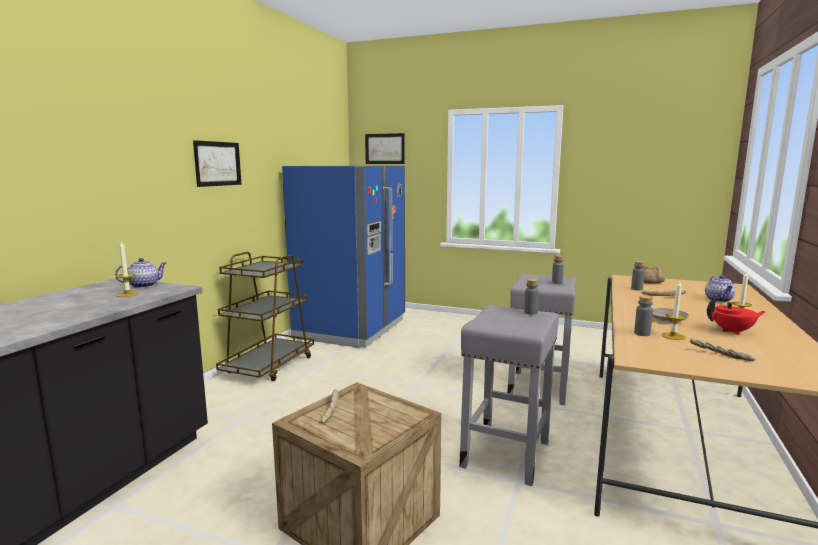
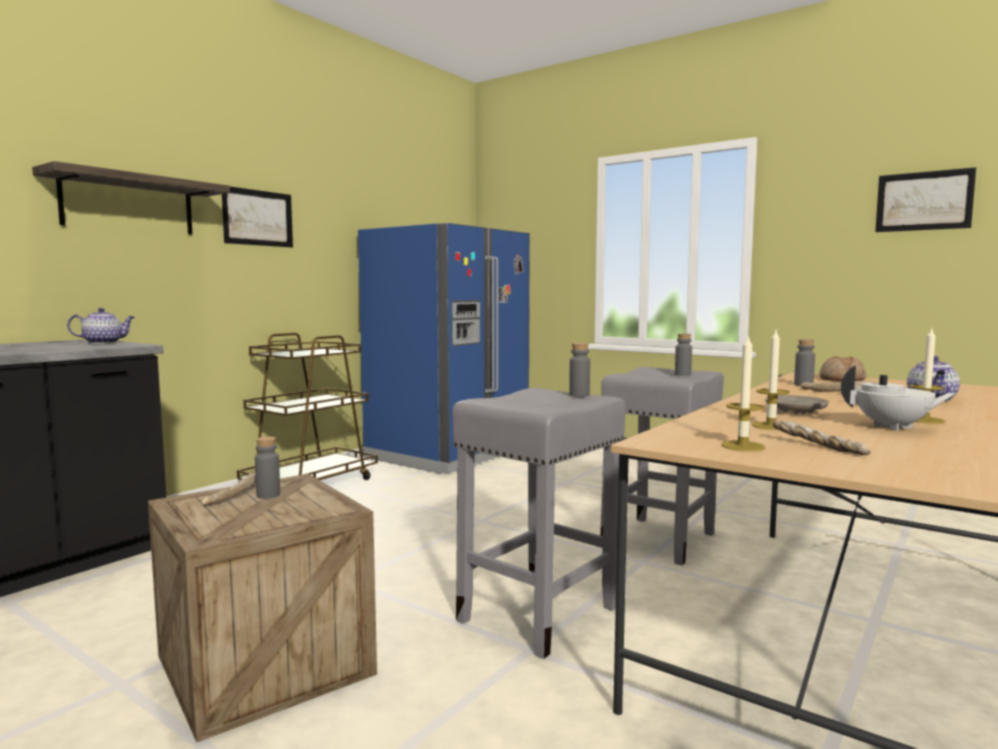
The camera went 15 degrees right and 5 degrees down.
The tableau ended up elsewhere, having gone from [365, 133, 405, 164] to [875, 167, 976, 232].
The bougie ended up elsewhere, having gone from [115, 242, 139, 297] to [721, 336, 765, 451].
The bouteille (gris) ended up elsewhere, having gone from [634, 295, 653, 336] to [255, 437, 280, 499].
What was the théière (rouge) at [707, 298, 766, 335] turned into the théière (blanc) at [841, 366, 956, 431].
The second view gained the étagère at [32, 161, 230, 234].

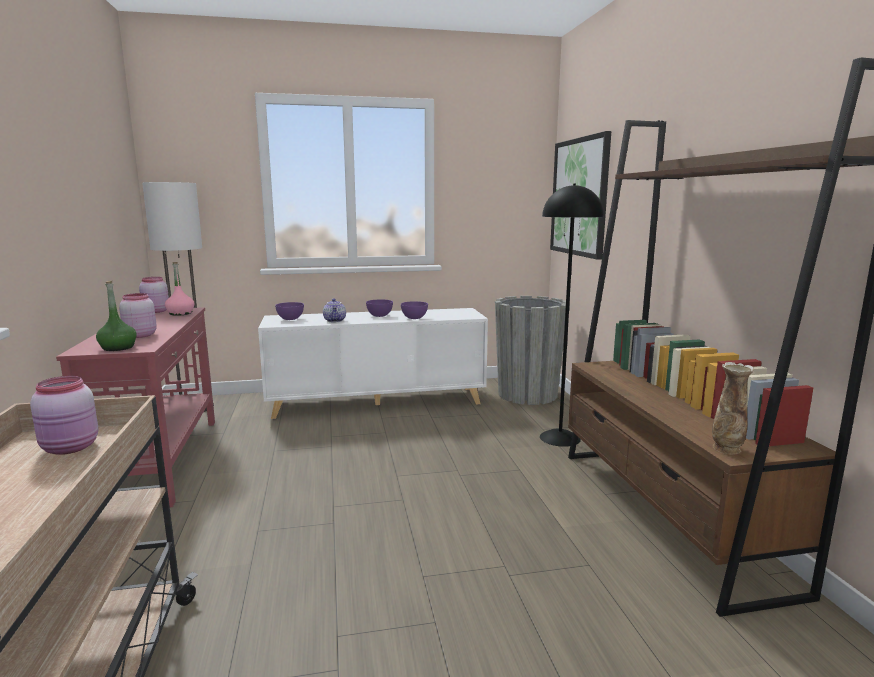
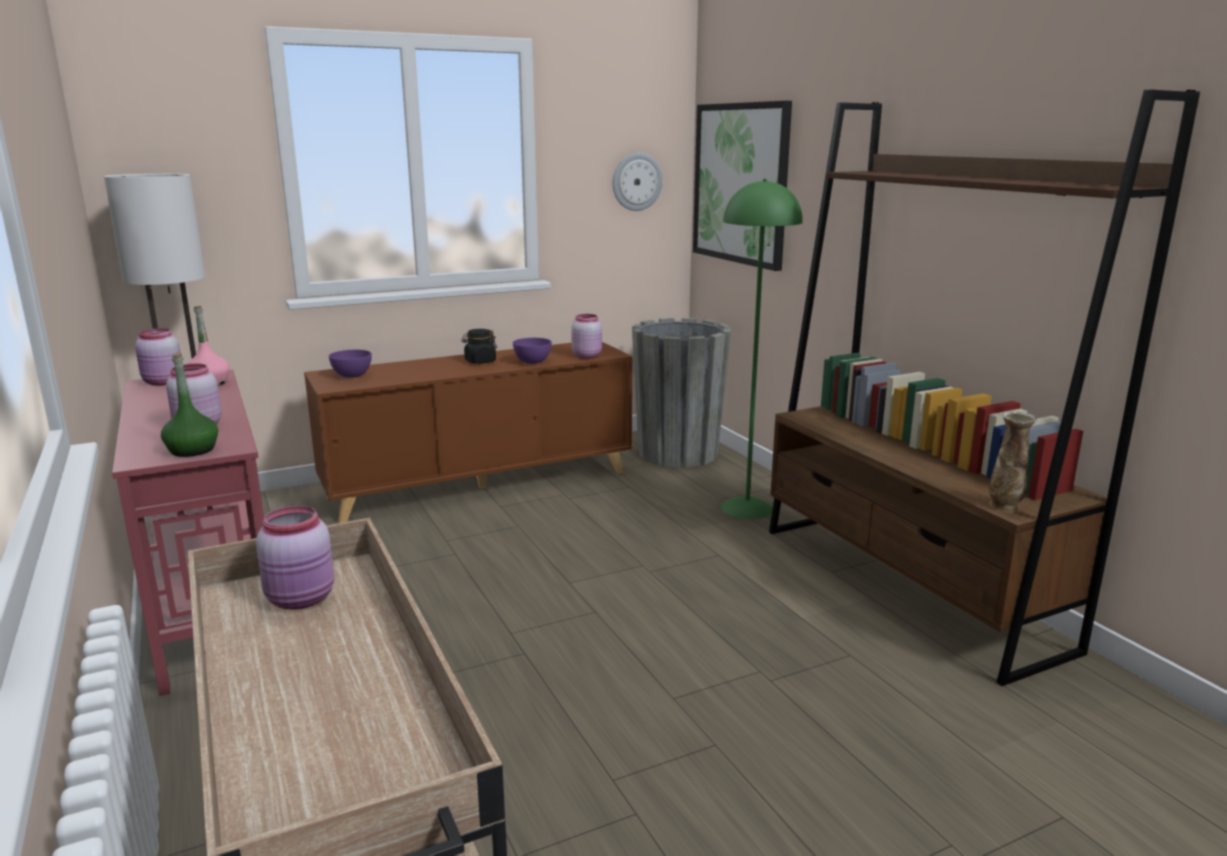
The camera went 15 degrees left and 5 degrees up.
What was the lampadaire (noir) at [540, 184, 604, 447] turned into the lampadaire (vert) at [721, 179, 803, 519].
The second view lost the théière at [323, 298, 346, 322].
Where the bol (violet) stood at [366, 299, 393, 317], the bocal (noir) came to stand at [461, 329, 497, 364].
What was the meuble de rangement (blanc) at [258, 308, 488, 419] turned into the meuble de rangement (marron) at [304, 342, 633, 523].
The second view gained the horloge murale at [612, 153, 663, 211].
The second view gained the bocal (rose) at [571, 314, 602, 358].

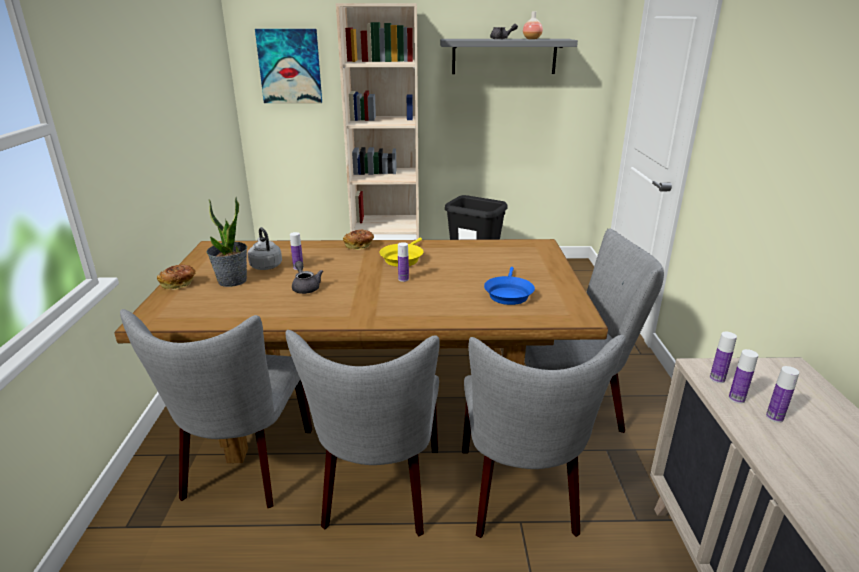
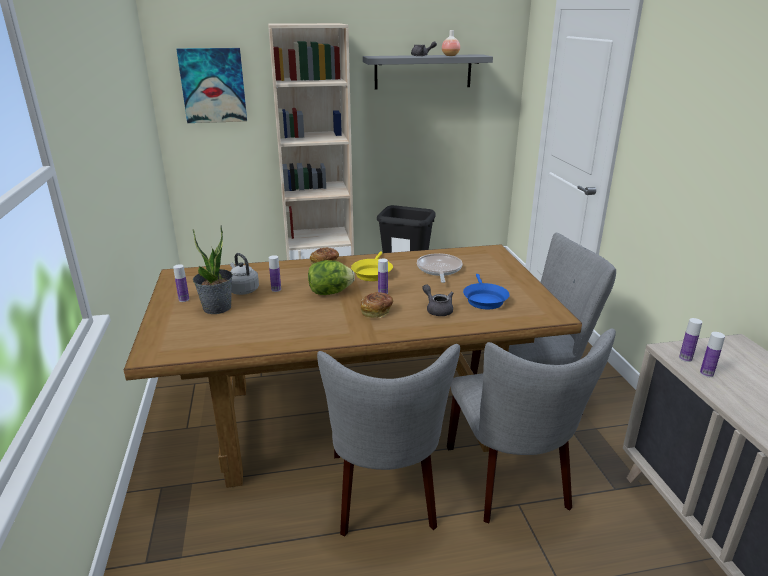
The camera went 10 degrees left and 0 degrees up.
The théière (gris) ended up elsewhere, having gone from [292, 261, 323, 294] to [422, 284, 453, 316].
The pain ended up elsewhere, having gone from [157, 265, 195, 290] to [361, 292, 394, 318].
The second view lost the chaise (gris) at [120, 309, 312, 508].
The bouteille ended up elsewhere, having gone from [766, 366, 799, 423] to [173, 264, 189, 302].
The second view gained the poêle at [417, 253, 462, 283].
The second view gained the laitue at [308, 260, 355, 295].

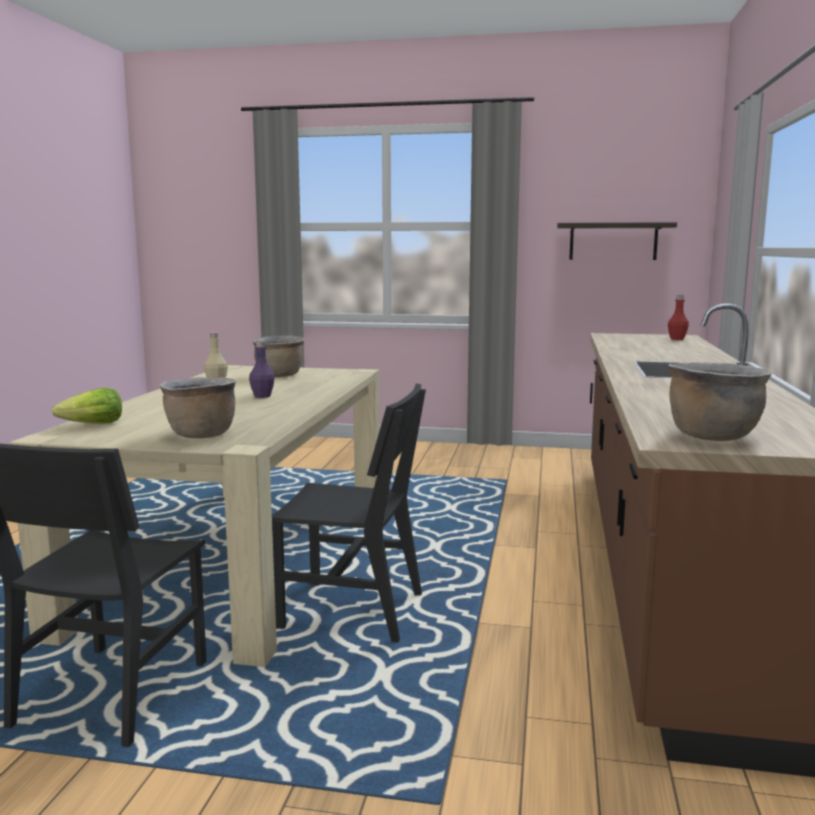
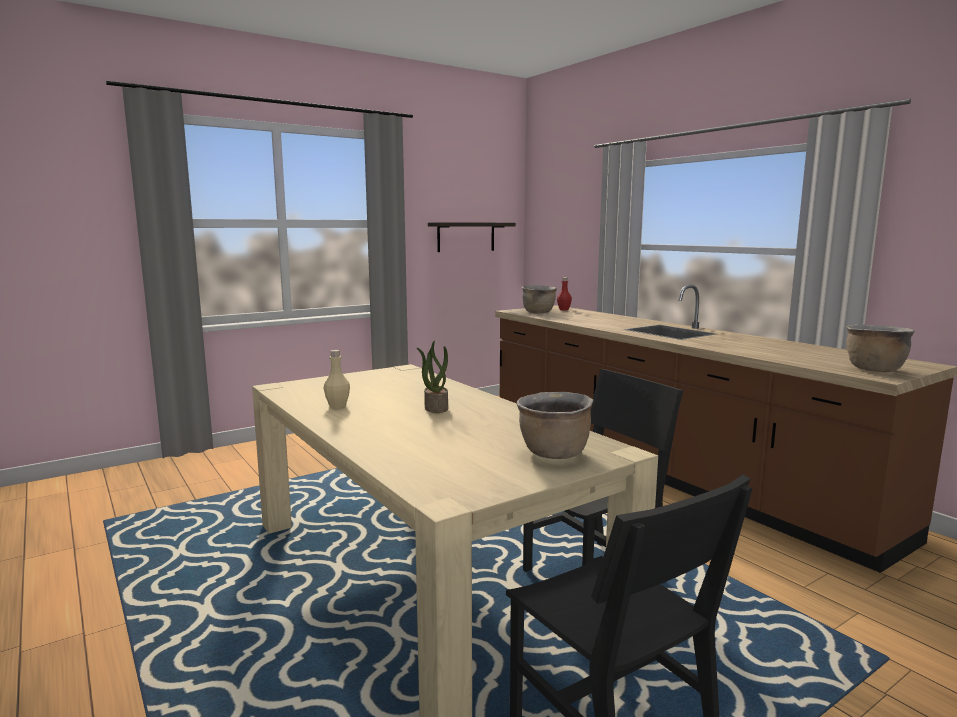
The camera went 45 degrees left and 0 degrees up.
The marmite (marron) ended up elsewhere, having gone from [252, 335, 305, 377] to [522, 285, 557, 314].
Where the bouteille (violet) stood at [249, 341, 275, 398], the plante en pot came to stand at [416, 340, 448, 413].
The second view lost the laitue at [52, 388, 122, 424].

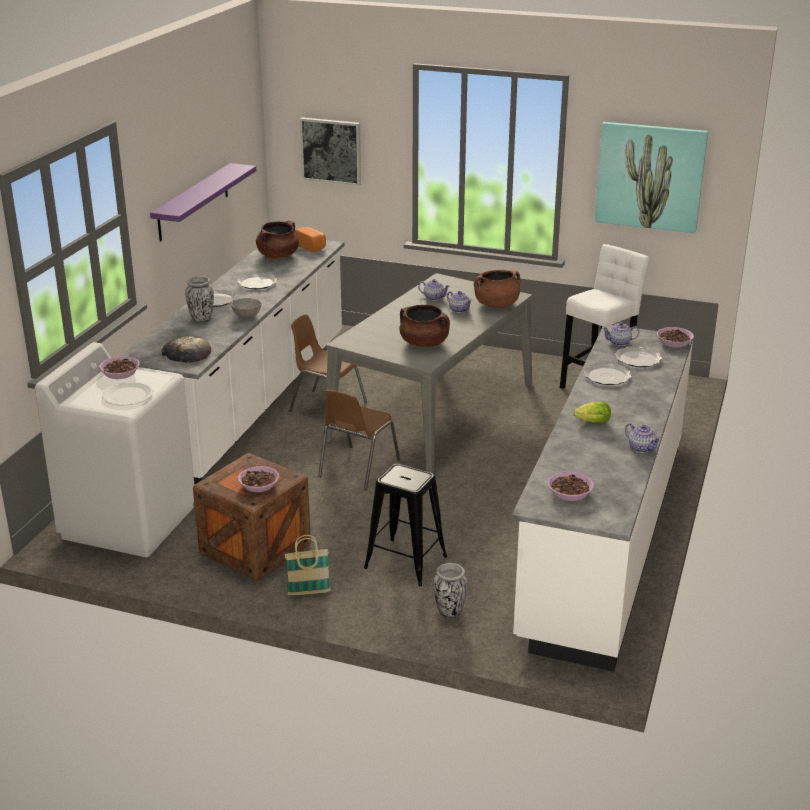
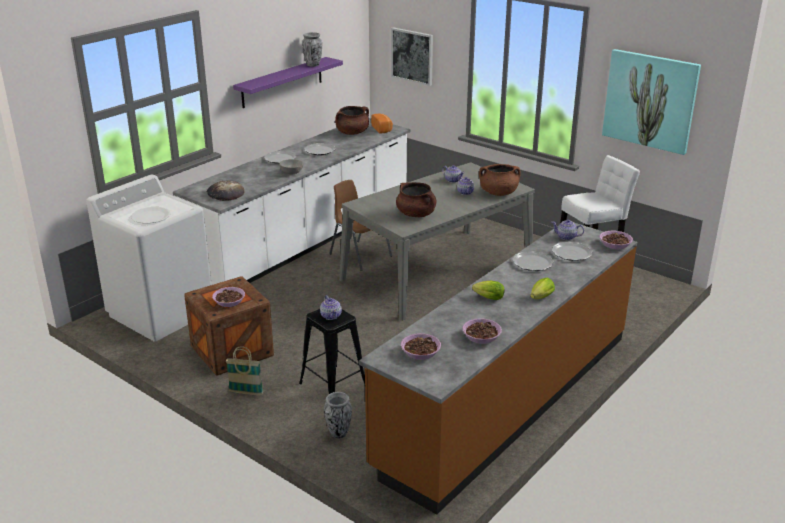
The camera went 20 degrees right and 0 degrees up.
The vase ended up elsewhere, having gone from [185, 276, 214, 323] to [302, 32, 322, 67].
What was the comptoir de cuisine (blanc) at [512, 324, 693, 672] turned into the comptoir de cuisine (marron) at [359, 223, 637, 515].
The bol ended up elsewhere, having gone from [99, 356, 140, 379] to [462, 318, 502, 344].
The second view lost the chaise (marron) at [318, 389, 400, 490].
The théière ended up elsewhere, having gone from [625, 423, 661, 453] to [320, 295, 342, 320].
The second view gained the laitue at [530, 278, 555, 299].

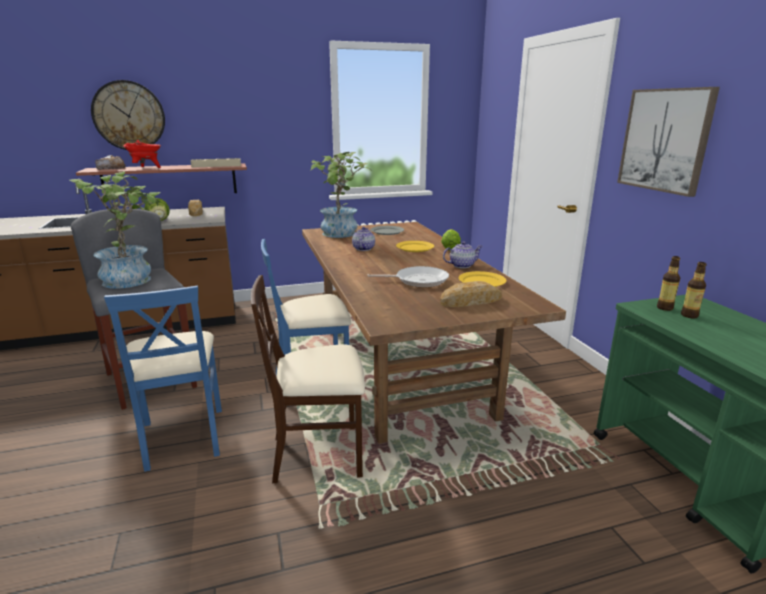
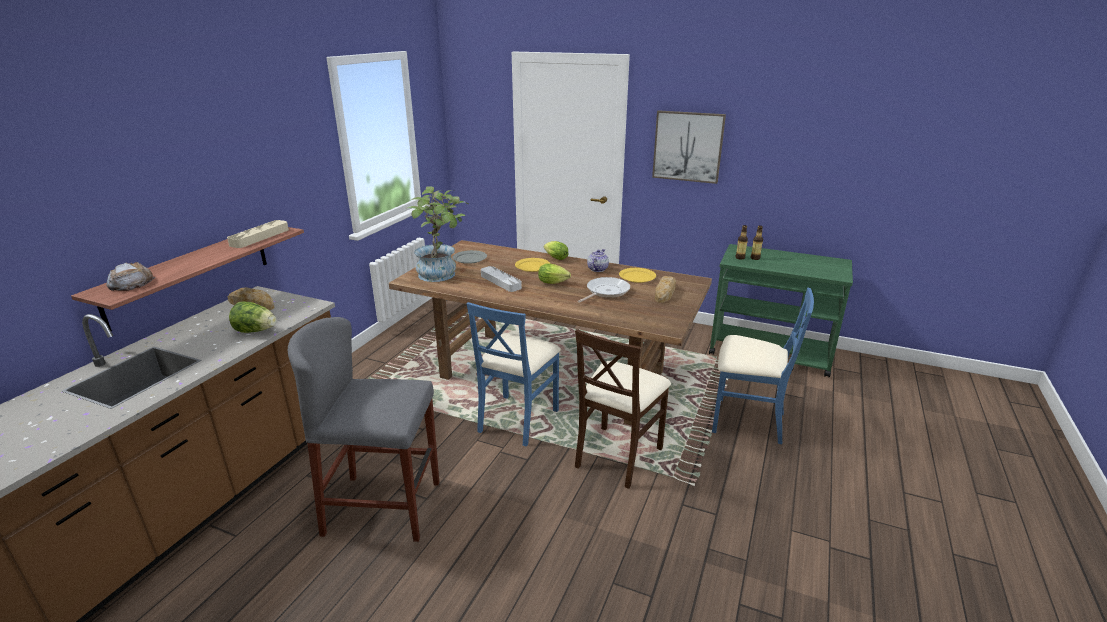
The camera went 50 degrees left and 5 degrees up.
The second view lost the horloge murale at [91, 80, 165, 150].
The second view lost the marmite (rouge) at [123, 140, 161, 168].
The second view lost the plante en pot at [69, 171, 160, 289].
Where the théière stood at [352, 227, 375, 251], the plateau (gris) came to stand at [481, 266, 522, 292].
The chaise (bleu) ended up elsewhere, having gone from [104, 286, 222, 472] to [712, 288, 814, 444].
The second view gained the laitue at [538, 263, 571, 284].

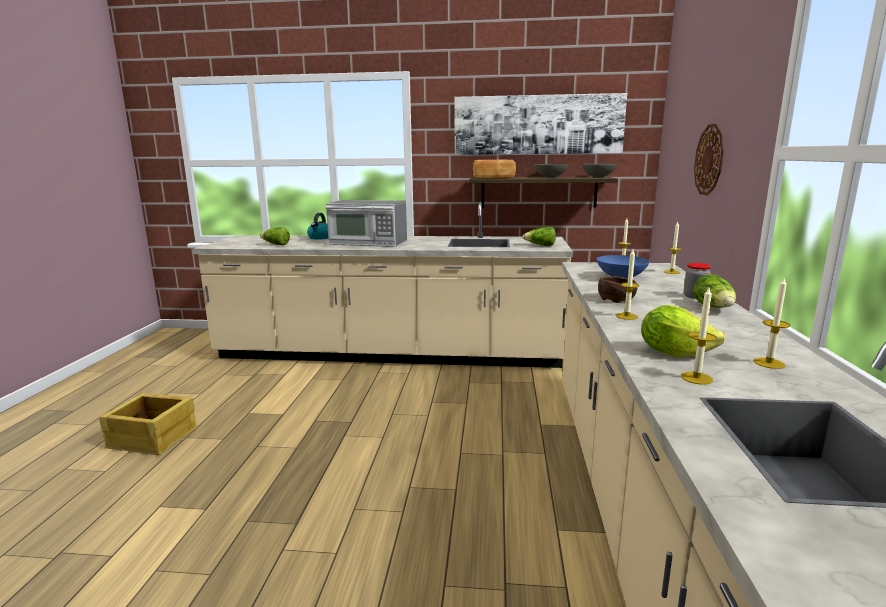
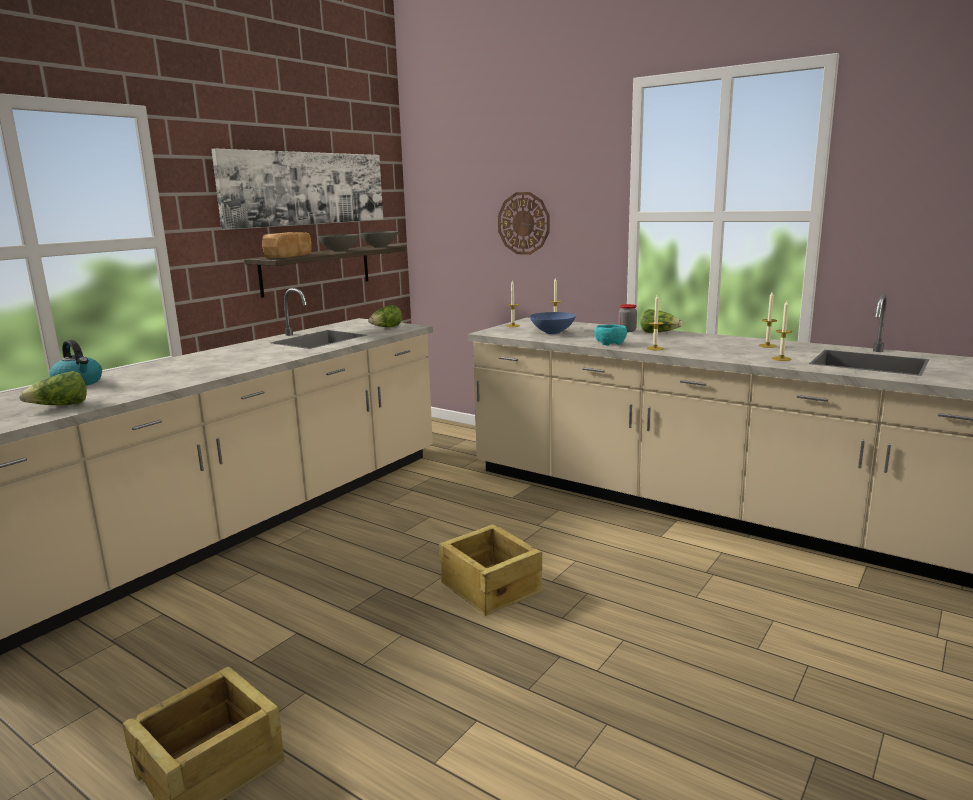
The camera went 60 degrees left and 0 degrees up.
The second view lost the micro-ondes at [325, 200, 407, 247].
What was the bol (marron) at [598, 276, 637, 303] turned into the bol (turquoise) at [595, 325, 627, 346].
The second view lost the laitue at [641, 305, 725, 357].
The second view gained the caisse at [439, 524, 543, 616].

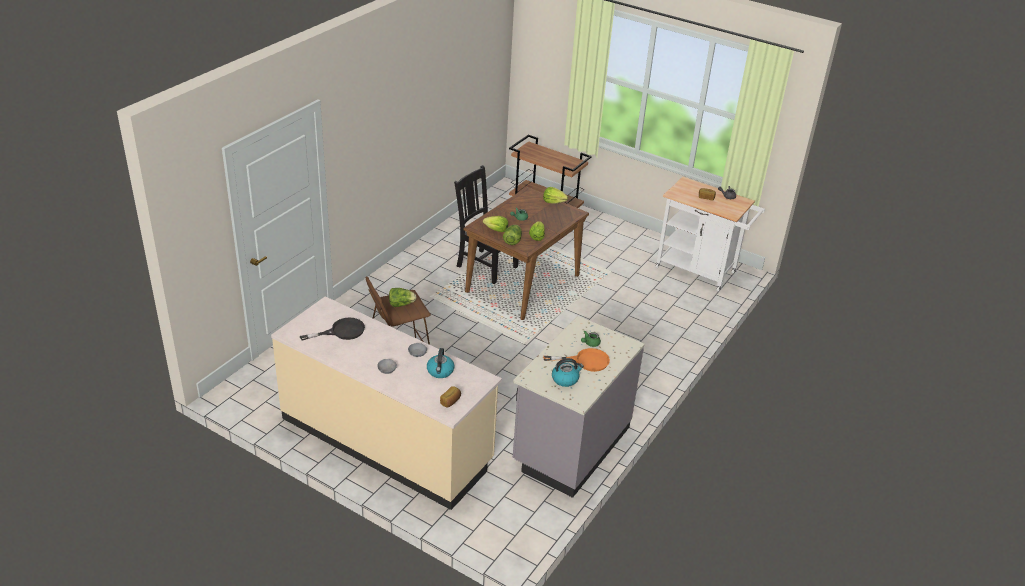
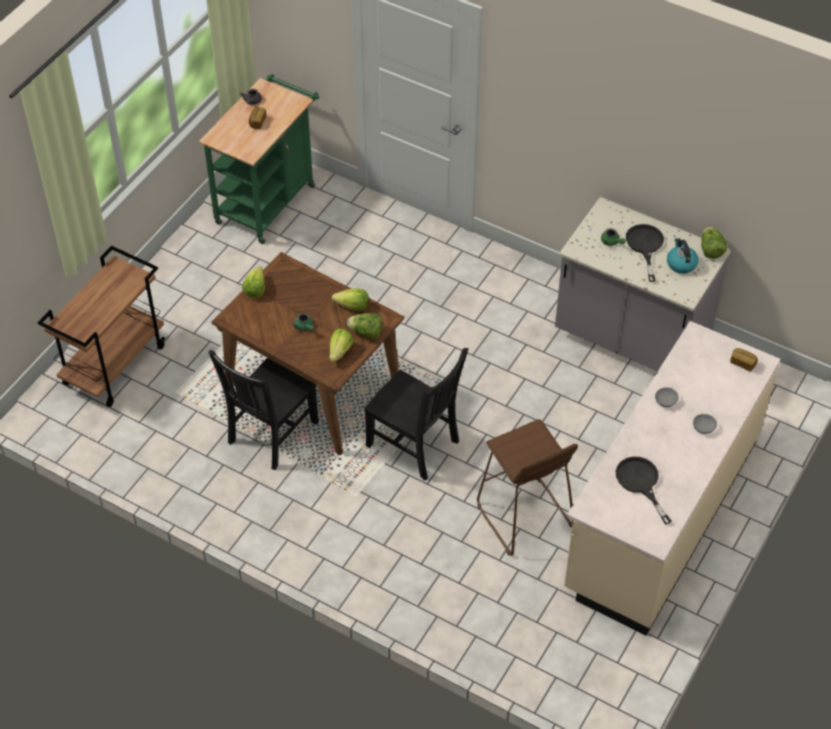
The camera went 90 degrees left and 15 degrees up.
What was the chariot (blanc) at [656, 177, 765, 292] turned into the chariot (vert) at [199, 74, 319, 244].
The laitue ended up elsewhere, having gone from [389, 288, 416, 307] to [701, 227, 727, 259].
The second view lost the bouilloire at [427, 348, 454, 378].
What was the poêle (orange) at [543, 348, 610, 372] turned into the poêle (noir) at [626, 224, 664, 282].
The second view gained the chaise (noir) at [364, 348, 469, 481].

